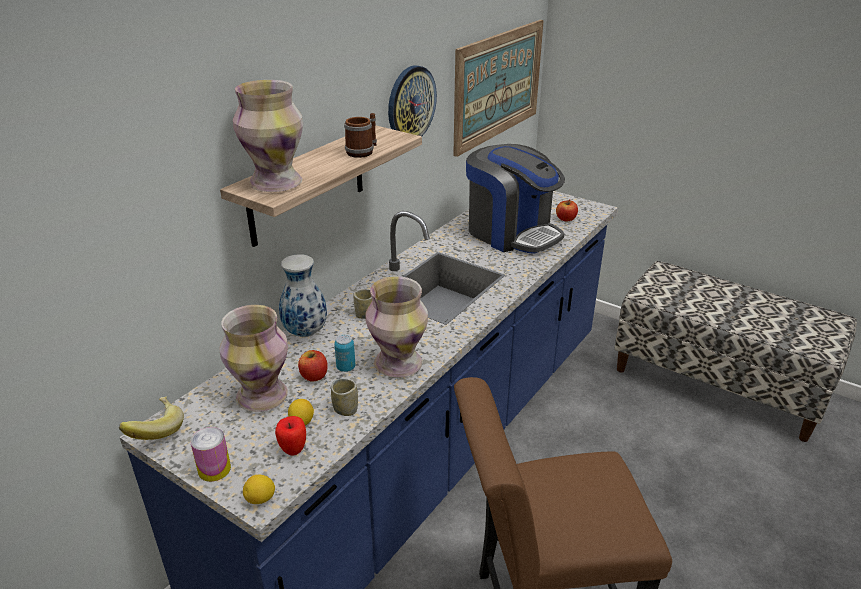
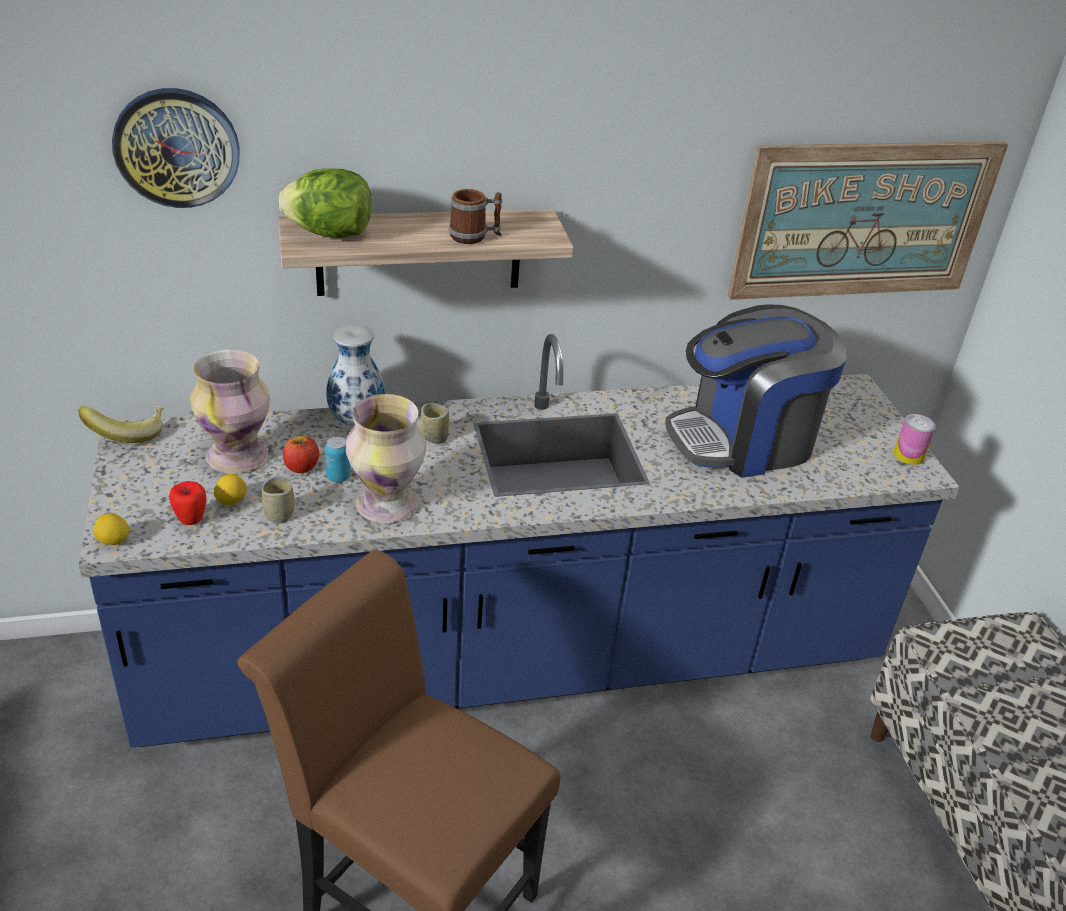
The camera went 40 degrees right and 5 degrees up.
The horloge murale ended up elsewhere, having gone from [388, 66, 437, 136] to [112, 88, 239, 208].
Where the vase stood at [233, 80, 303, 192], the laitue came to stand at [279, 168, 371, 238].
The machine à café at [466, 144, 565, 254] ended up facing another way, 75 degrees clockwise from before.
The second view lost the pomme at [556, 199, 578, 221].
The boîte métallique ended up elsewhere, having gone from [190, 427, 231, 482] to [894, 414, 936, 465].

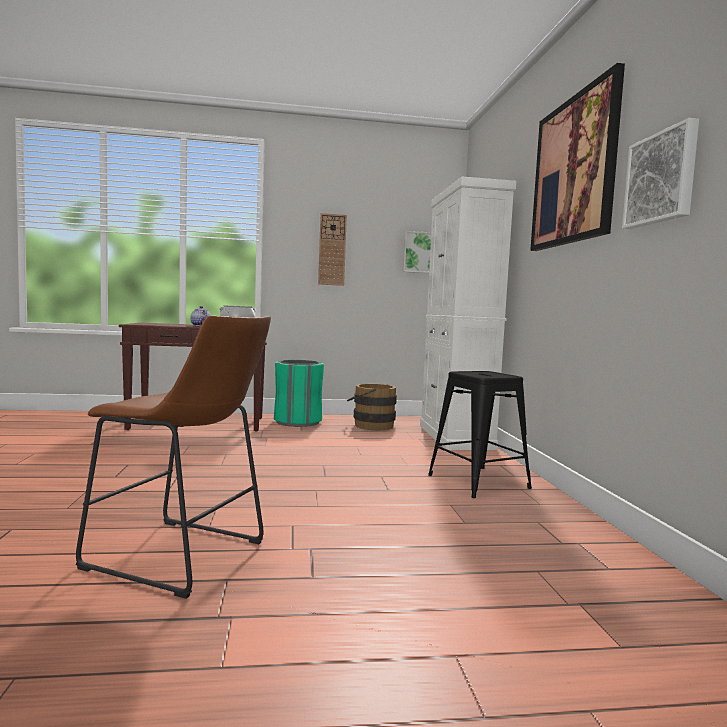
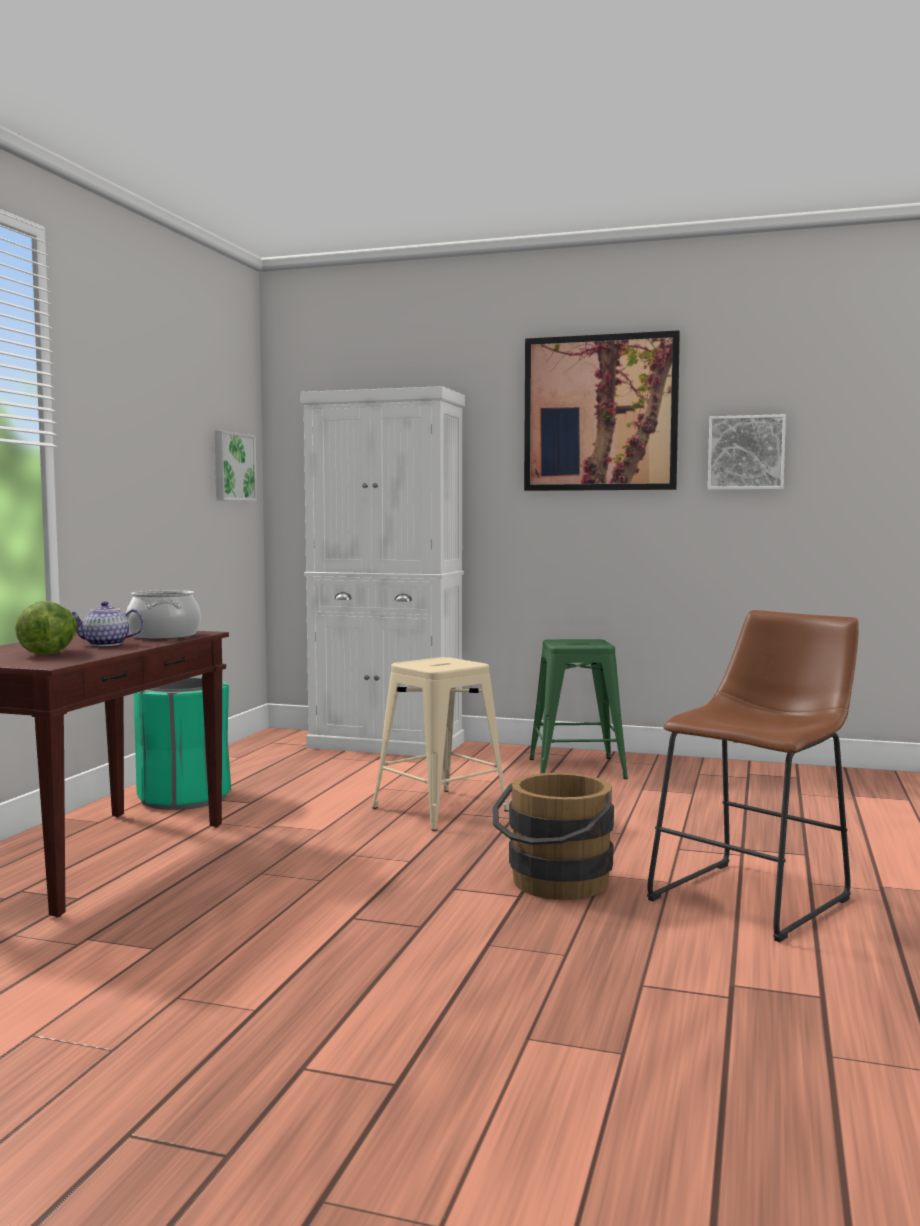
The camera went 65 degrees left and 0 degrees up.
The second view lost the horloge murale at [318, 213, 347, 286].
What was the tabouret (noir) at [428, 371, 532, 498] turned into the tabouret (vert) at [529, 639, 628, 779].
The seau (marron) ended up elsewhere, having gone from [347, 383, 397, 430] to [492, 773, 614, 900].
The second view gained the laitue at [15, 601, 78, 655].
The second view gained the tabouret (beige) at [372, 657, 509, 831].

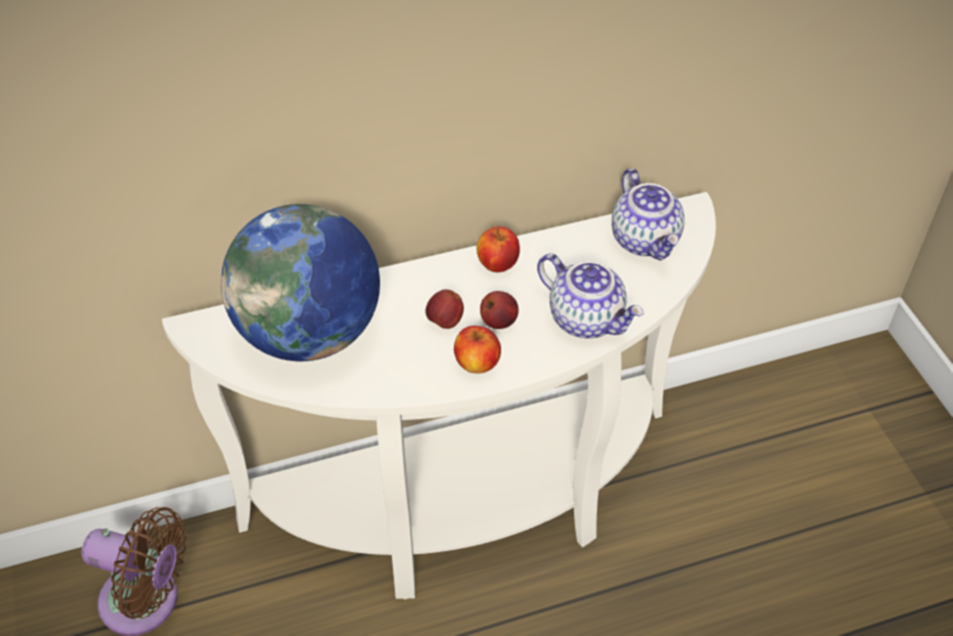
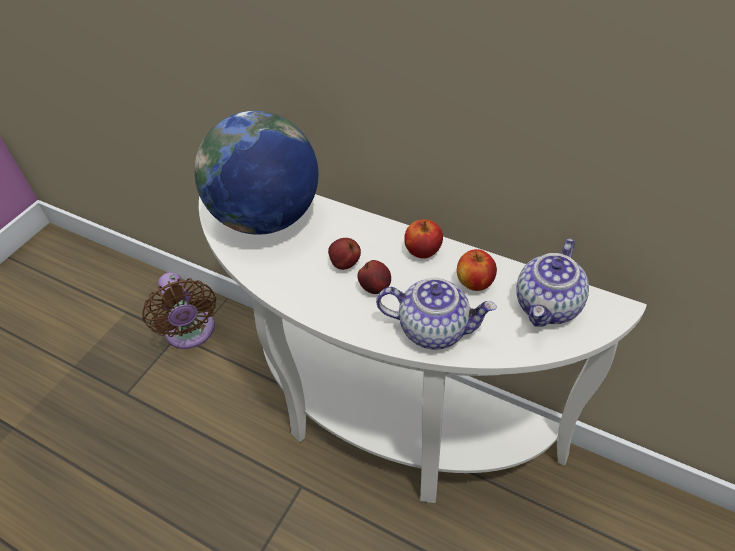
The camera went 50 degrees right and 0 degrees up.
The théière at [537, 254, 644, 338] ended up facing another way, 75 degrees counterclockwise from before.
The pomme ended up elsewhere, having gone from [454, 326, 501, 373] to [457, 249, 497, 291].

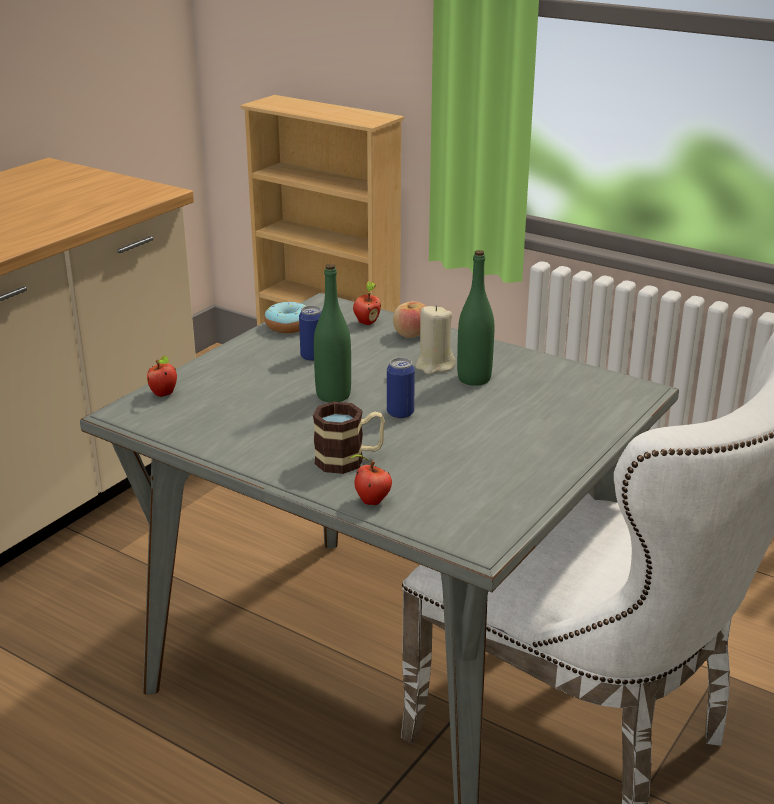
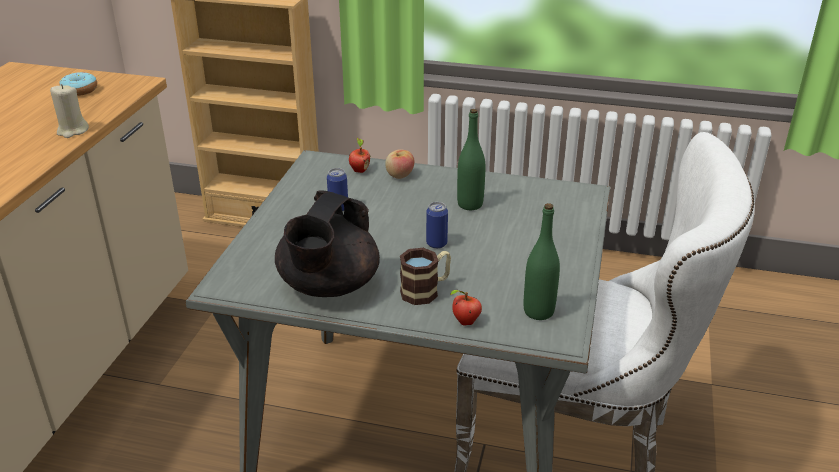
The camera went 20 degrees left and 5 degrees up.
The bouteille (vert) ended up elsewhere, having gone from [314, 264, 351, 403] to [524, 203, 560, 320].
The beignet ended up elsewhere, having gone from [264, 302, 305, 333] to [59, 72, 97, 96].
The bougie (beige) ended up elsewhere, having gone from [415, 305, 456, 375] to [50, 84, 89, 138].
The second view lost the pomme at [147, 355, 177, 397].
The second view gained the théière (noir) at [275, 190, 380, 297].

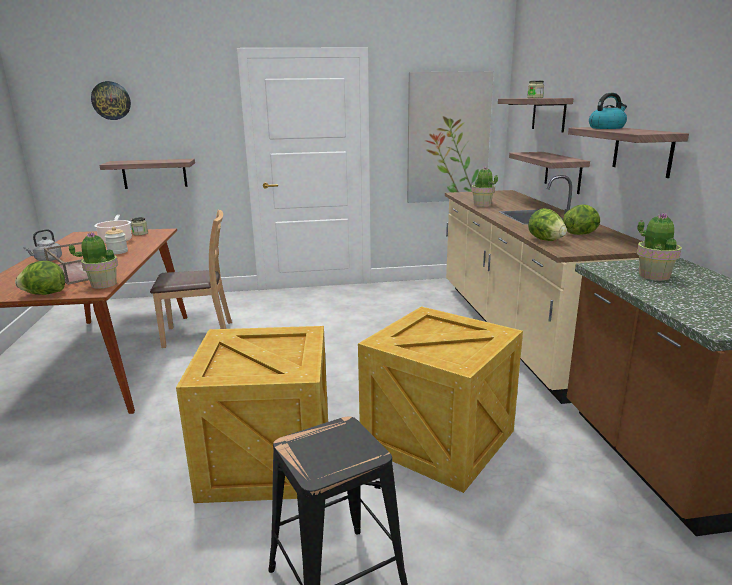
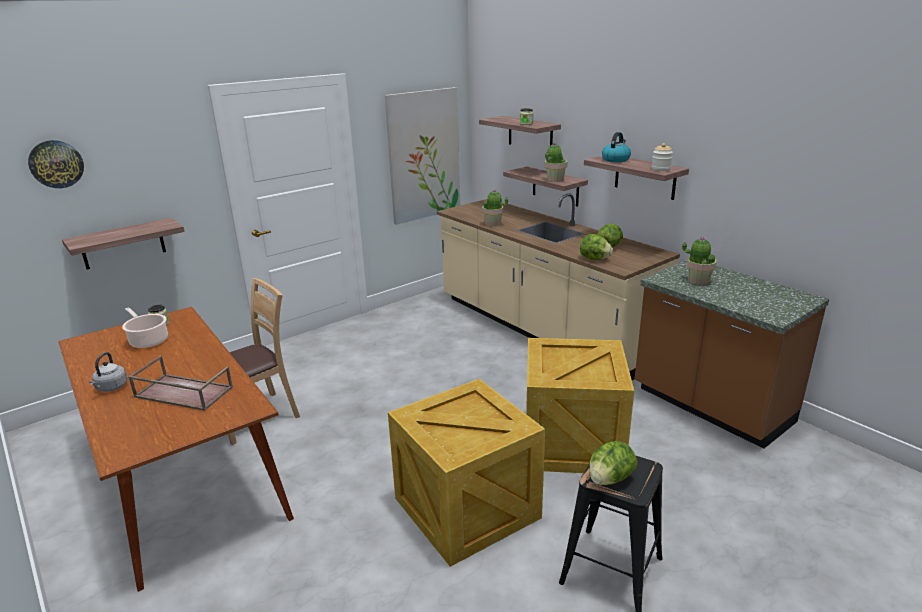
The camera went 30 degrees left and 5 degrees up.
The bocal ended up elsewhere, having gone from [104, 227, 128, 254] to [652, 143, 673, 171].
The plante en pot ended up elsewhere, having gone from [69, 232, 118, 289] to [545, 143, 567, 182].
The laitue ended up elsewhere, having gone from [15, 261, 65, 295] to [589, 441, 638, 485].

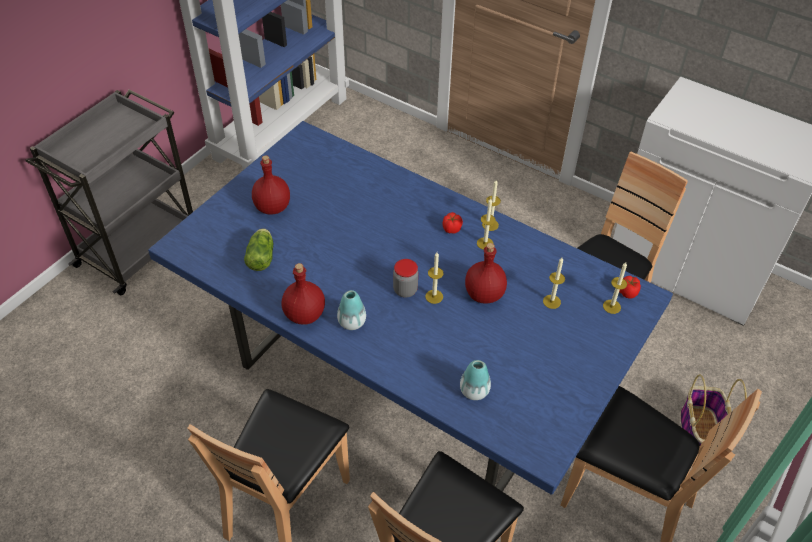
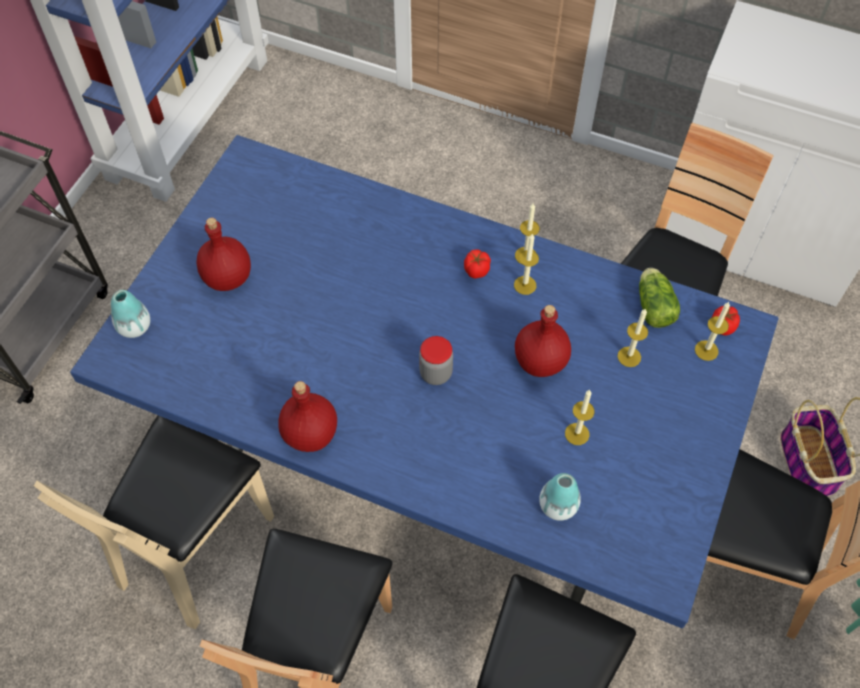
The camera went 10 degrees left and 10 degrees up.
The laitue ended up elsewhere, having gone from [244, 228, 273, 271] to [639, 268, 680, 328].
The bougie ended up elsewhere, having gone from [425, 252, 444, 304] to [565, 390, 595, 445].
The vase ended up elsewhere, having gone from [337, 290, 366, 330] to [111, 290, 150, 338].
The second view gained the chaise (beige) at [34, 415, 274, 629].

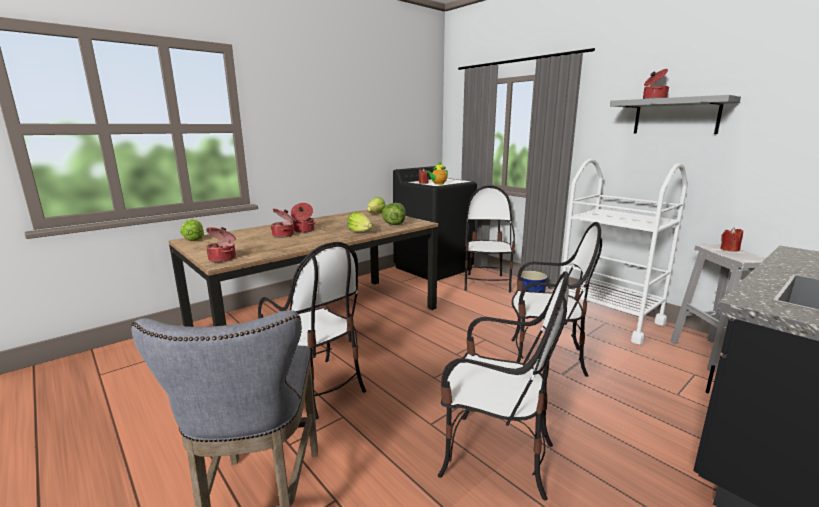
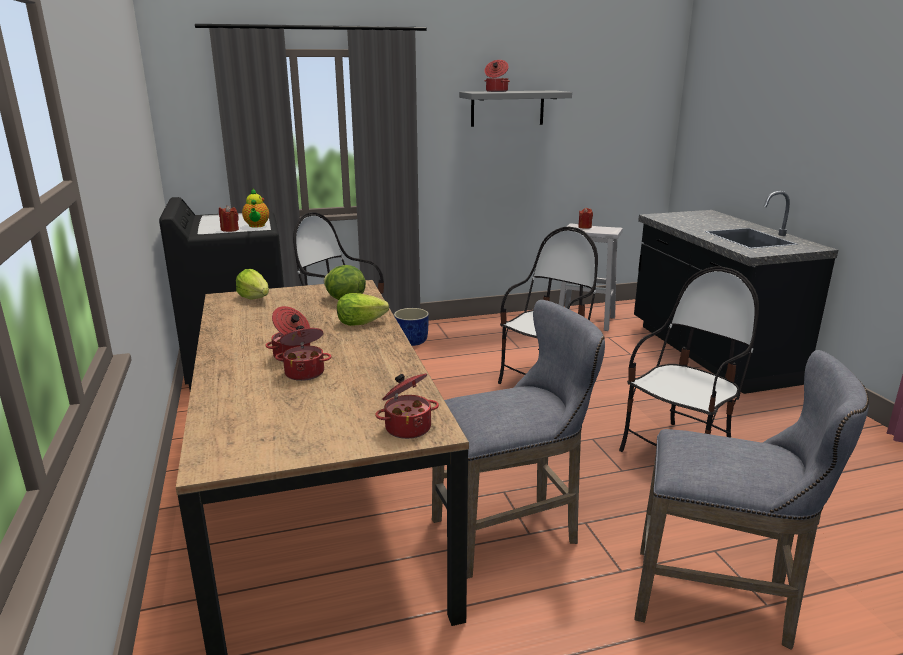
The camera went 65 degrees left and 5 degrees up.
The second view lost the chariot (blanc) at [562, 159, 688, 344].
The second view lost the laitue at [180, 219, 204, 241].
Where the chaise stood at [258, 242, 366, 419], the tabouret (gris) came to stand at [432, 300, 605, 579].

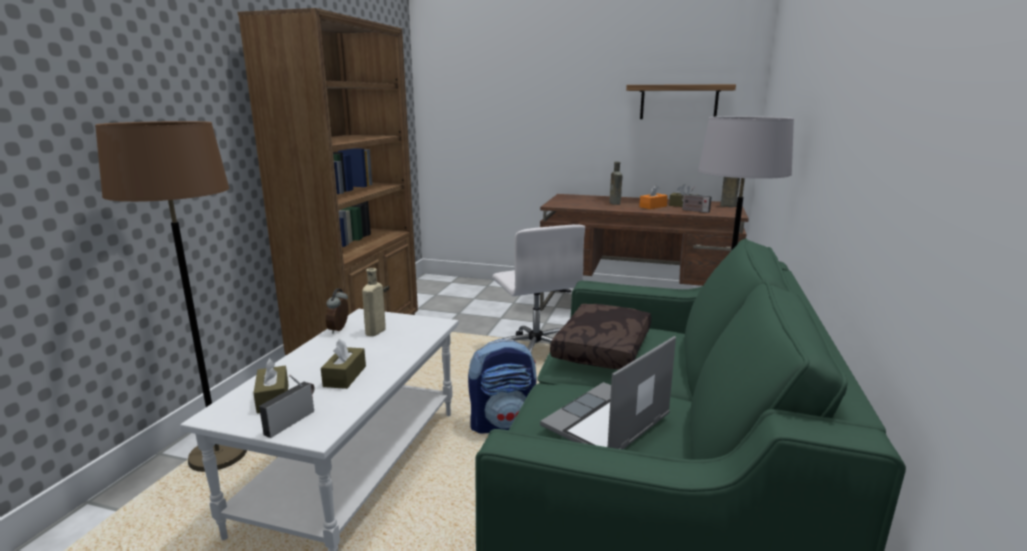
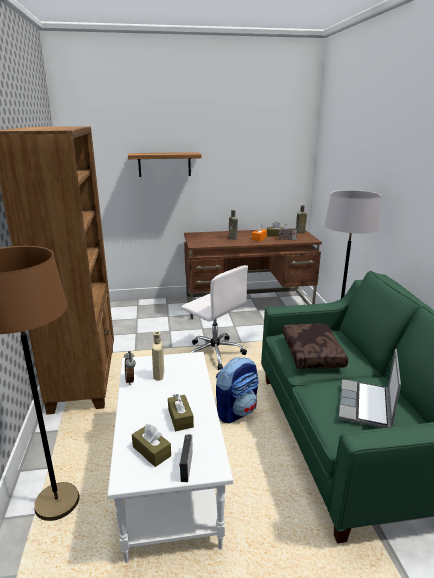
The camera went 25 degrees left and 5 degrees up.
The étagère ended up elsewhere, having gone from [626, 84, 736, 119] to [128, 152, 201, 177].

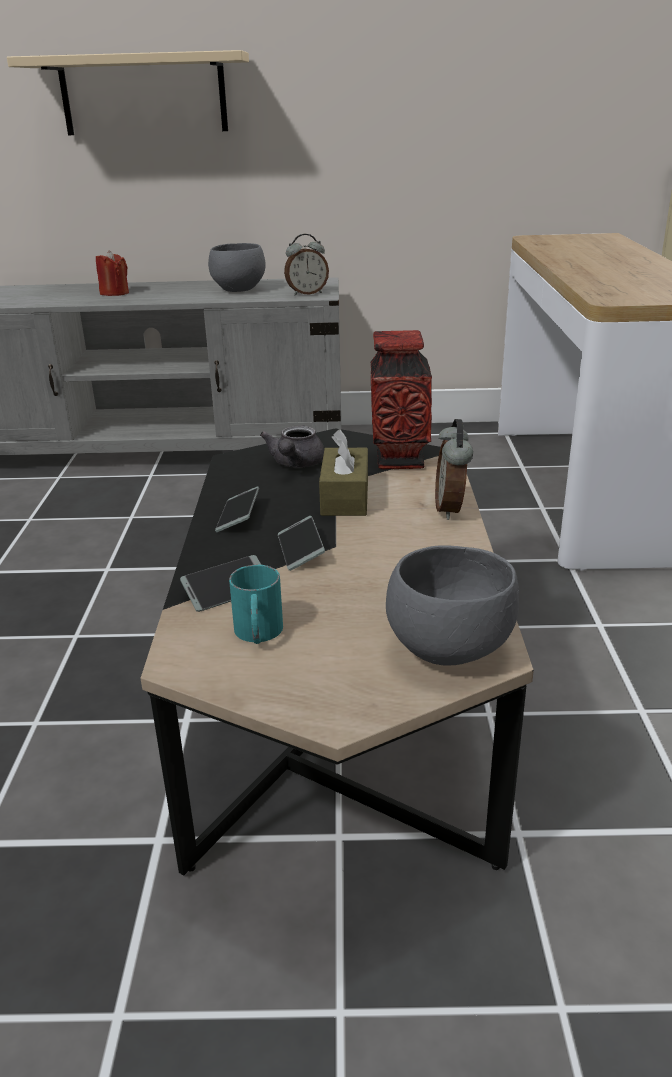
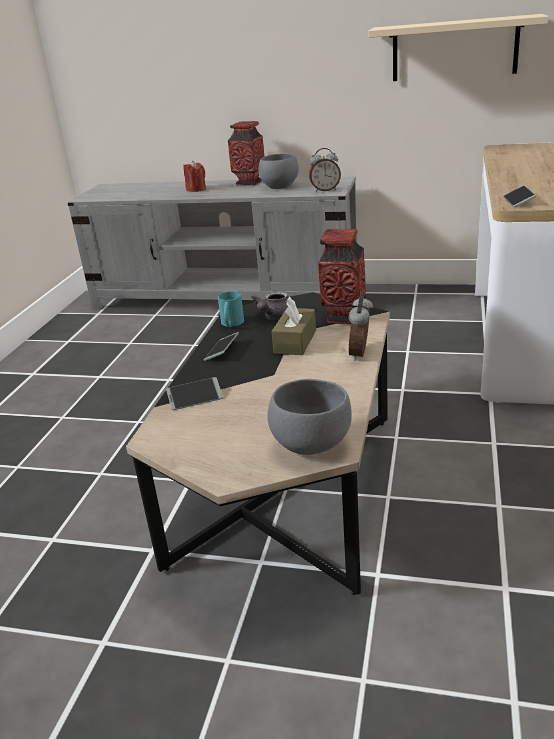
The camera went 15 degrees right and 0 degrees up.
The étagère (beige) ended up elsewhere, having gone from [7, 50, 249, 135] to [368, 14, 549, 81].
The téléphone ended up elsewhere, having gone from [278, 516, 325, 571] to [503, 185, 536, 208].
The mug (turquoise) ended up elsewhere, having gone from [229, 565, 283, 644] to [218, 291, 244, 327].
The second view gained the vase at [228, 121, 264, 186].

